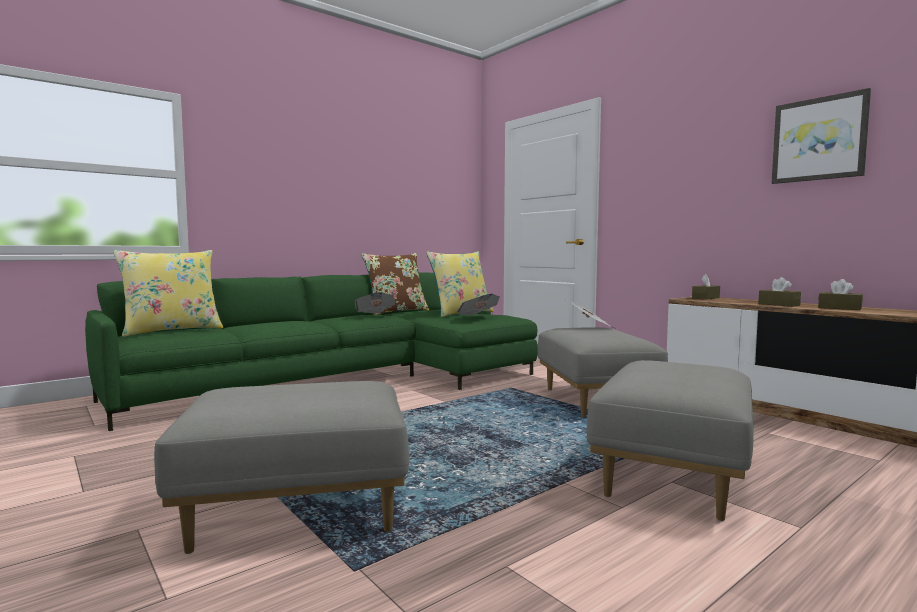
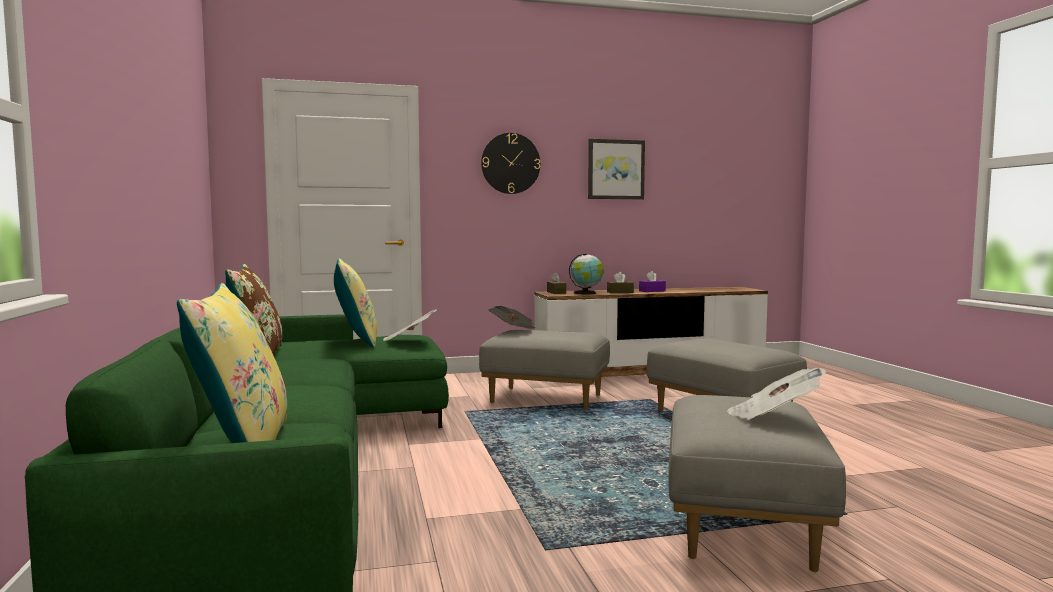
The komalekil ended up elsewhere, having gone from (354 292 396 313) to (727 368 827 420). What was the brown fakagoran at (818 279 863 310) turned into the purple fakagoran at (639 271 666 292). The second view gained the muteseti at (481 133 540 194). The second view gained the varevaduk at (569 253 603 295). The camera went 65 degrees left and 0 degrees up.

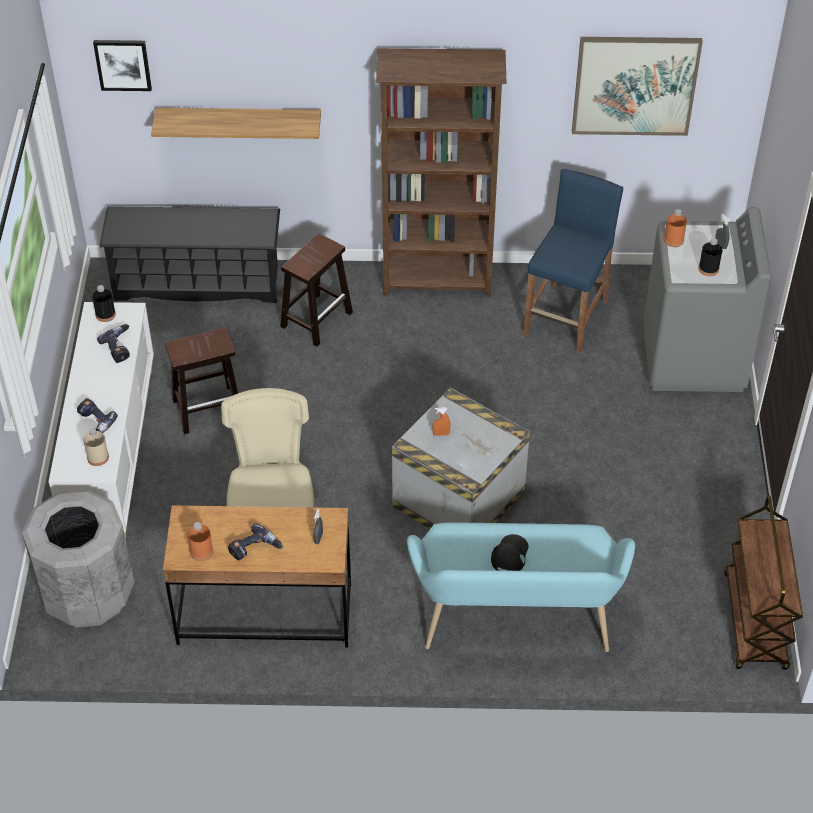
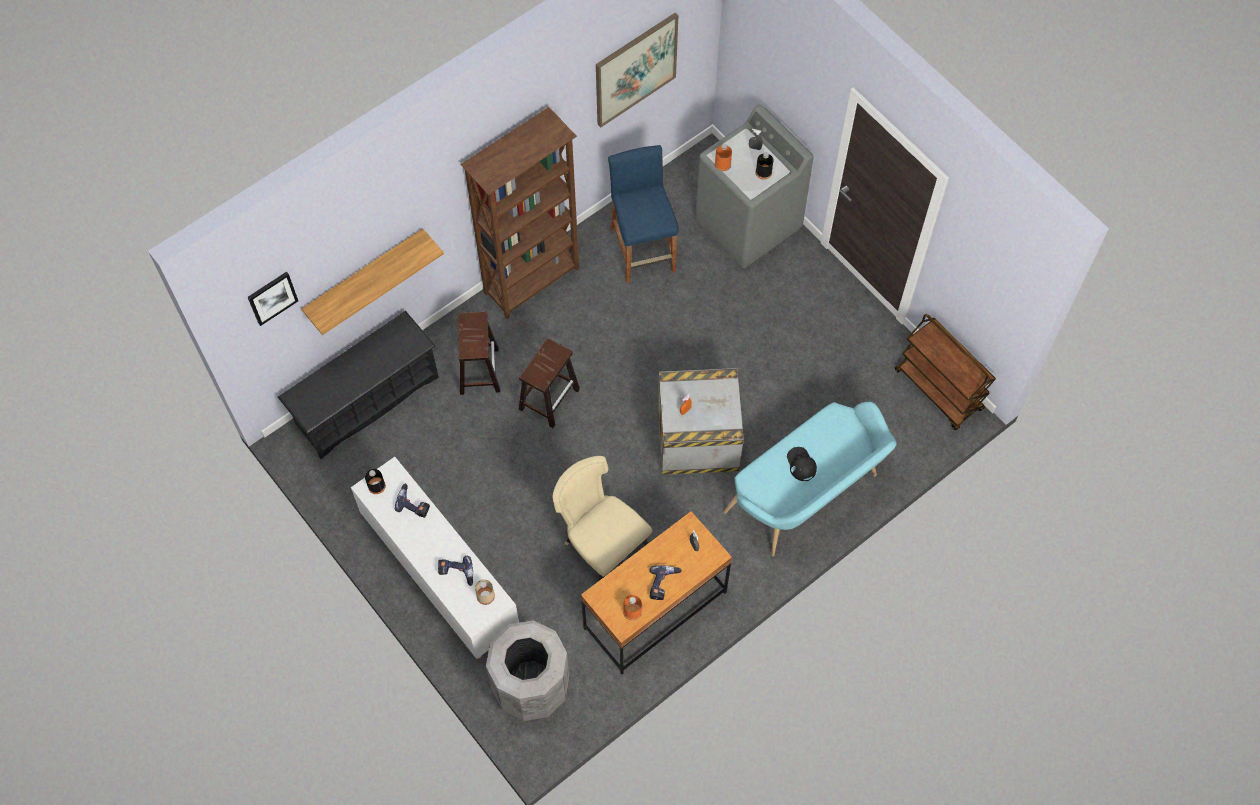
The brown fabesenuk ended up elsewhere, having gone from (165 327 238 434) to (519 338 580 428). The camera went 40 degrees left and 15 degrees up.

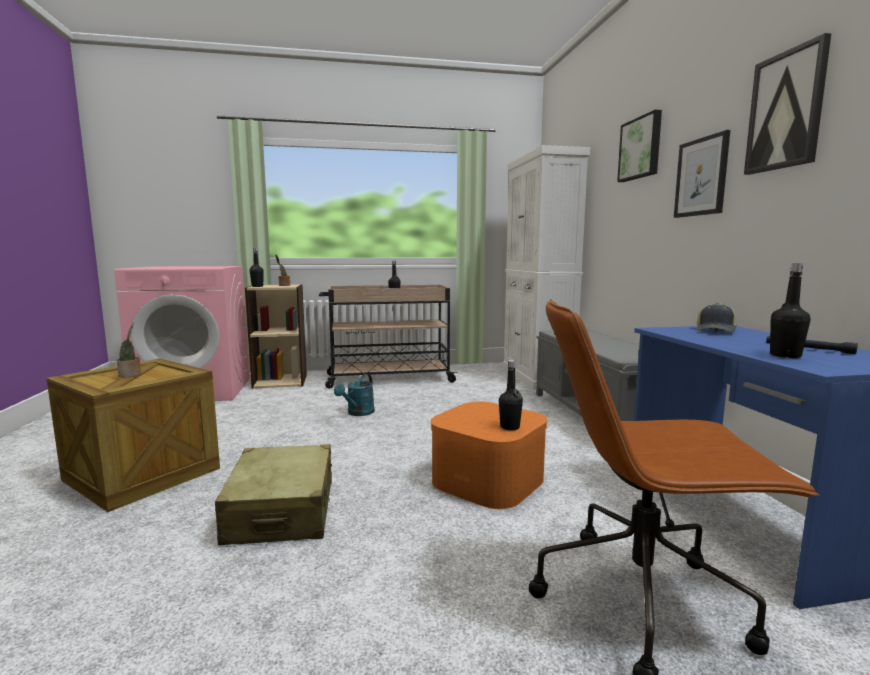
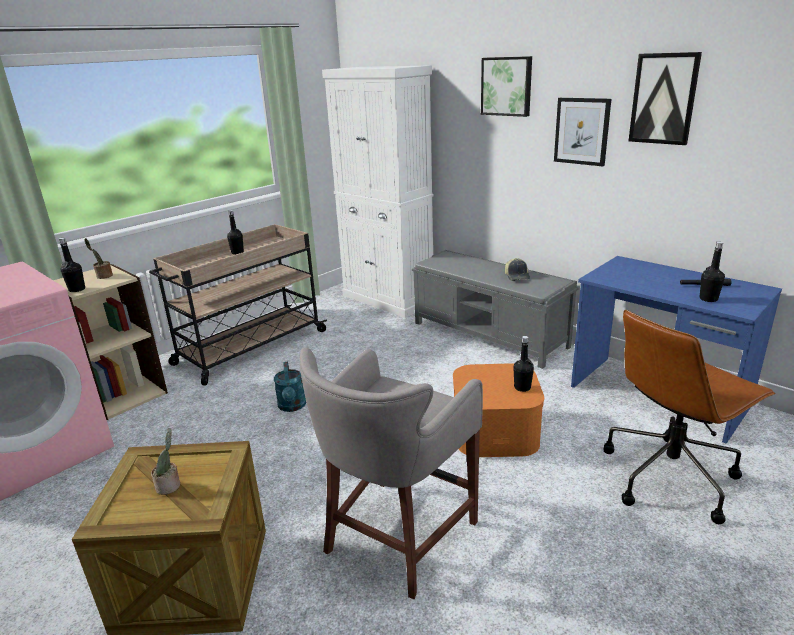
Where the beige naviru stood at (215 445 332 545), the grey fabesenuk came to stand at (300 348 483 599). The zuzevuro ended up elsewhere, having gone from (697 303 737 332) to (505 258 530 281). The camera went 35 degrees left and 15 degrees up.

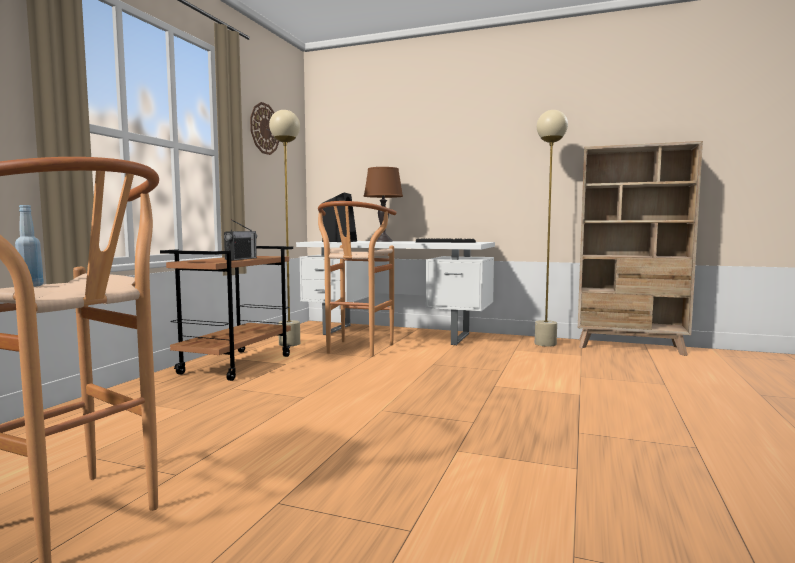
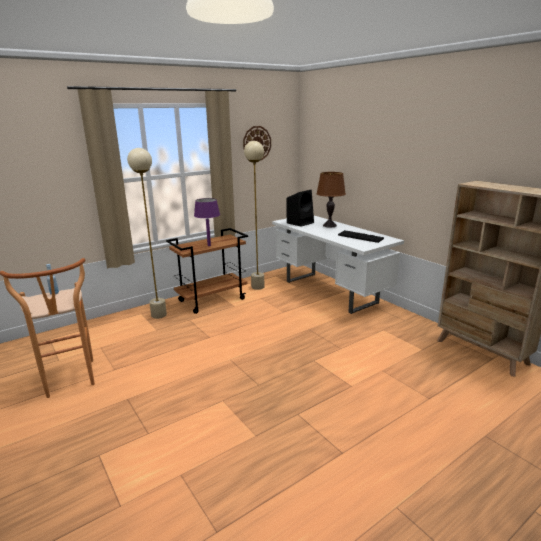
Where the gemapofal stood at (224 219 257 260), the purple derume came to stand at (194 198 220 246). The second view lost the brown fabesenuk at (318 201 397 357). The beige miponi ended up elsewhere, having gone from (535 110 568 347) to (127 148 167 319). The camera went 35 degrees right and 15 degrees up.

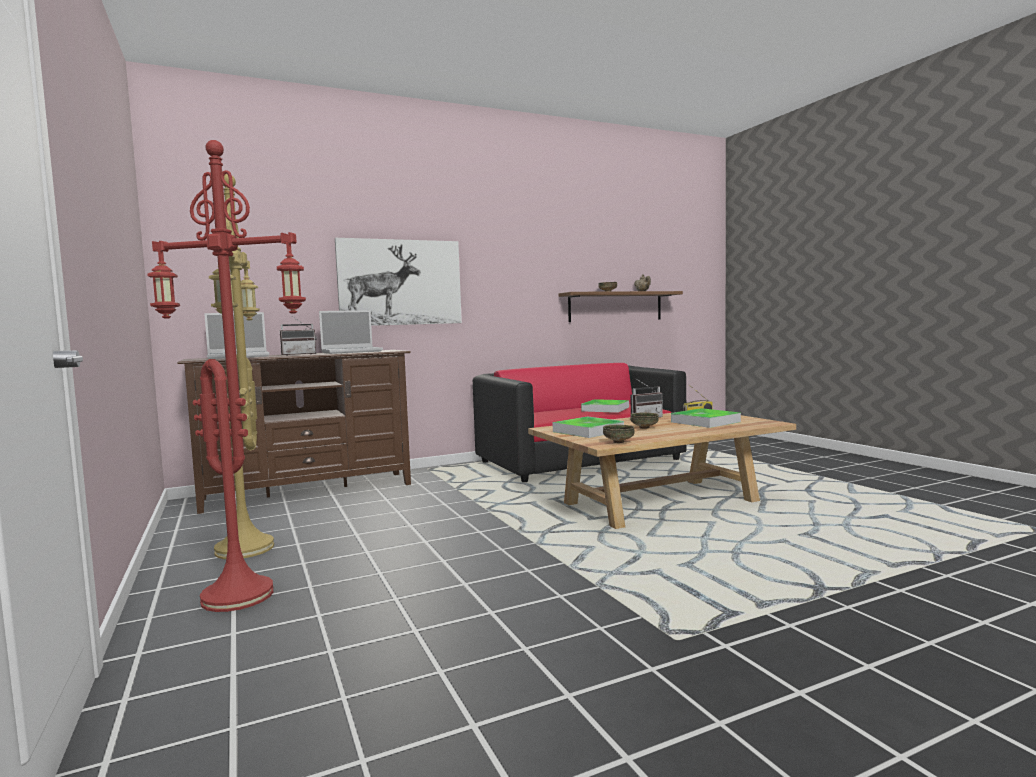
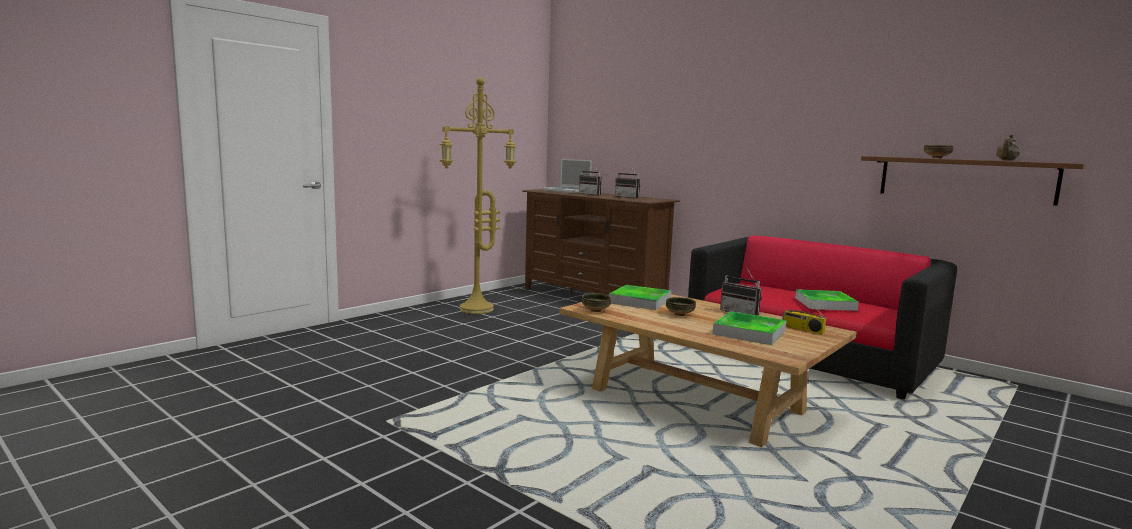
The second view lost the red miponi at (147 140 306 612). Where the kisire stood at (319 310 383 354), the gemapofal came to stand at (615 169 640 199). The second view lost the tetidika at (335 238 462 326). The camera went 65 degrees right and 5 degrees up.

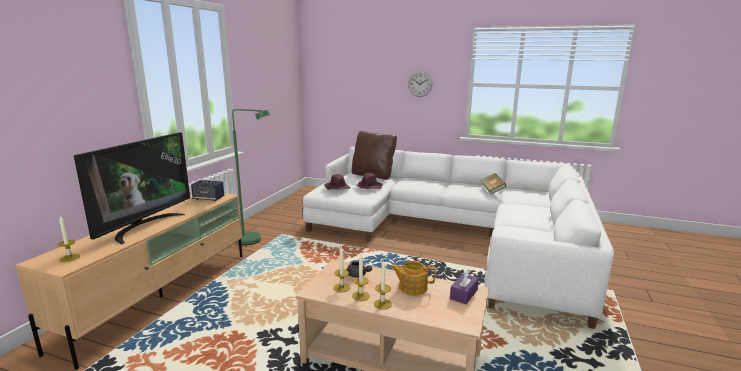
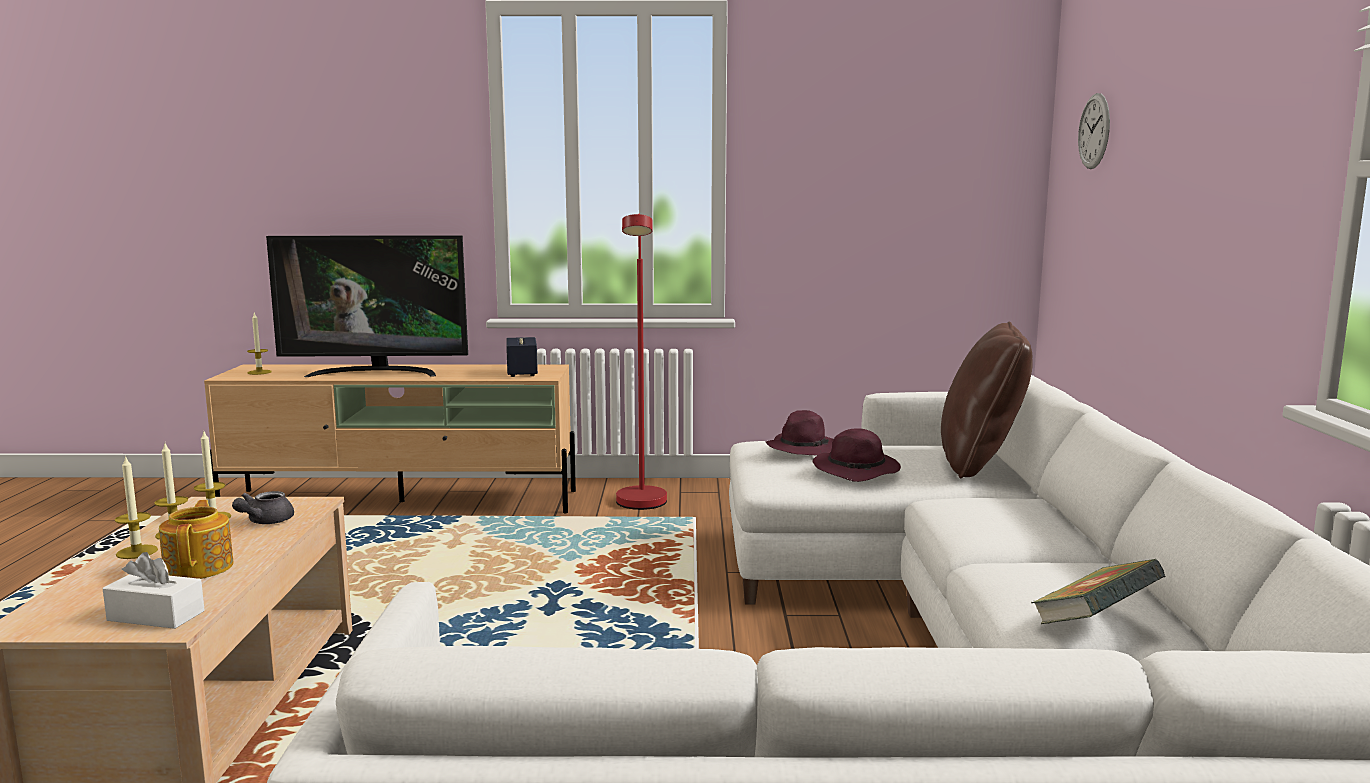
What was the green miponi at (232 109 270 245) turned into the red miponi at (616 214 667 510). The muteseti ended up elsewhere, having gone from (408 71 433 97) to (1078 93 1110 169). What was the purple fakagoran at (450 270 479 304) turned into the white fakagoran at (102 552 205 629). The camera went 70 degrees right and 5 degrees down.

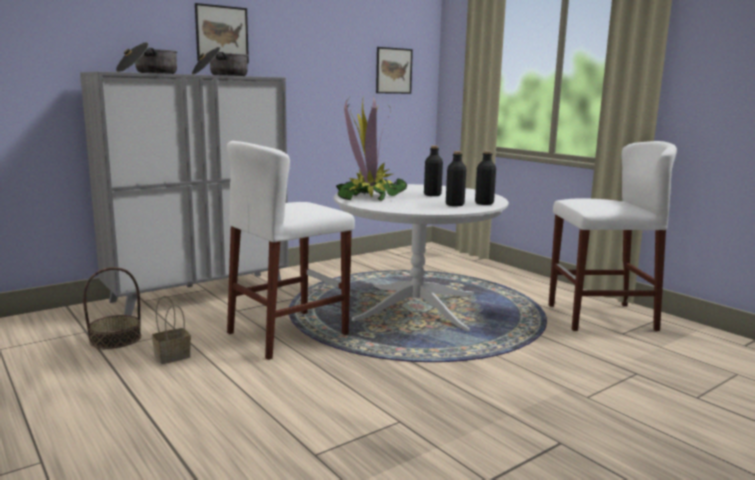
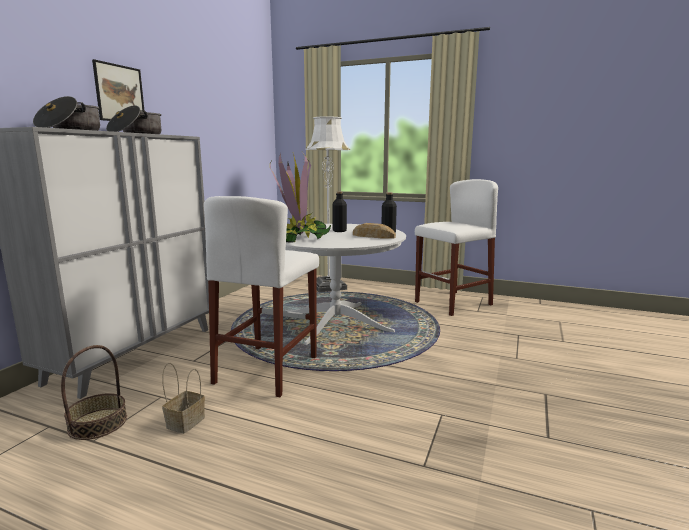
The second view lost the tetidika at (376 47 413 94). Where the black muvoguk stood at (446 151 466 206), the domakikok came to stand at (353 223 396 239). The second view gained the white miponi at (306 116 350 292). The camera went 30 degrees left and 0 degrees up.

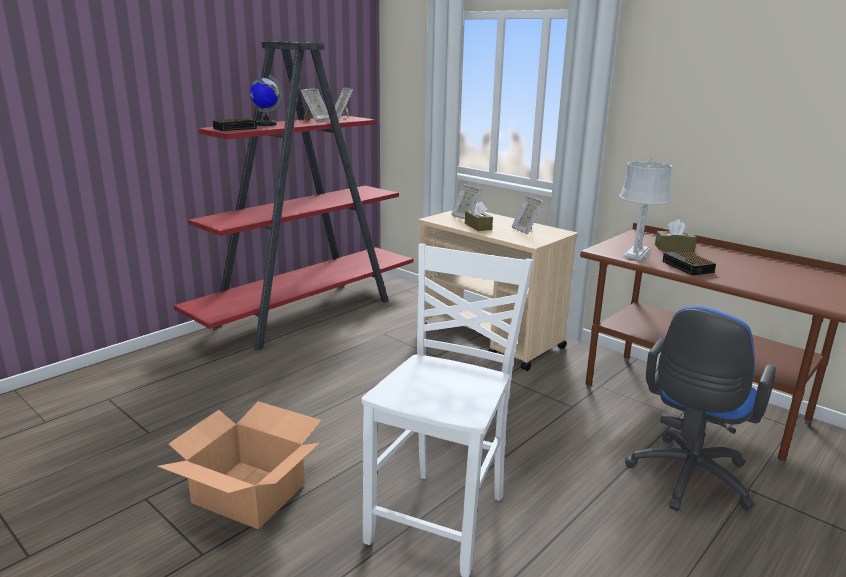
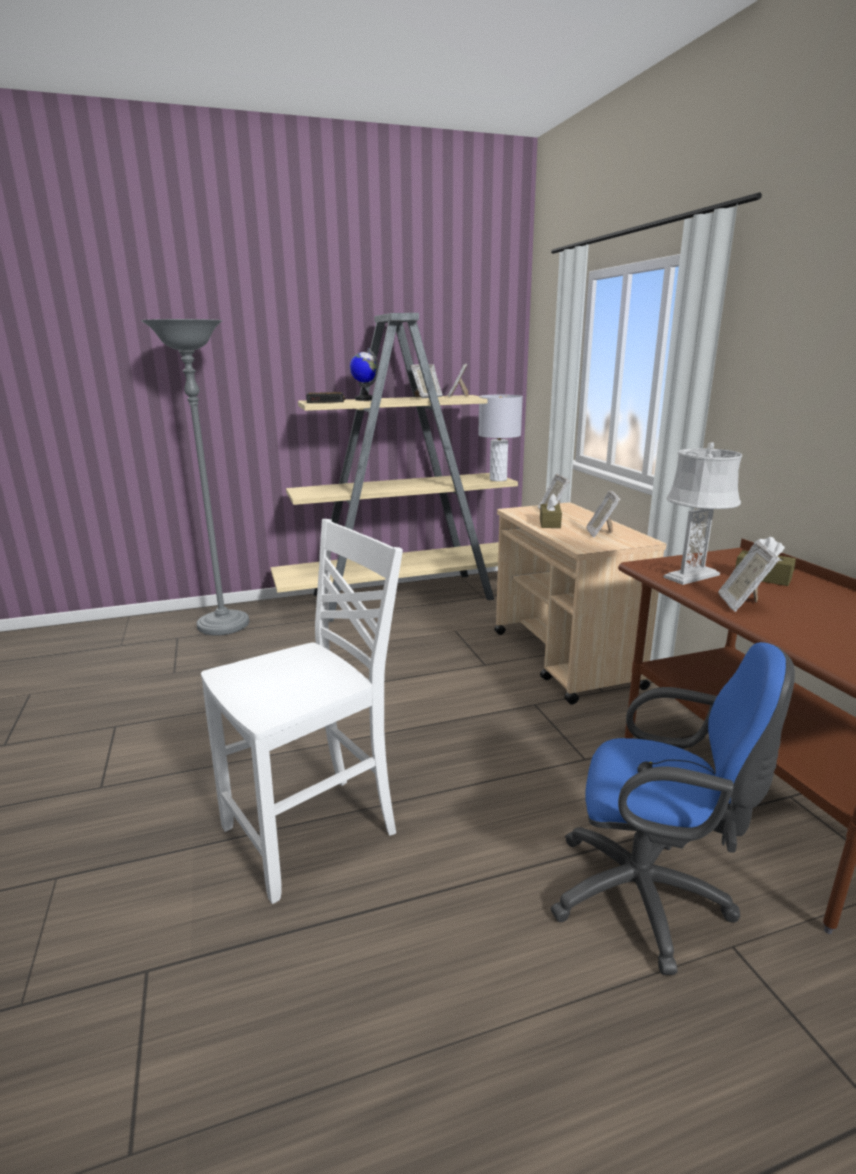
The second view lost the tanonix at (157 401 322 529). What was the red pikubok at (174 42 413 350) turned into the beige pikubok at (270 313 518 622). The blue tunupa at (625 306 776 511) ended up facing another way, 135 degrees counterclockwise from before. Where the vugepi stood at (662 251 716 275), the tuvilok came to stand at (718 542 780 612). The second view gained the grey miponi at (141 319 249 636). The second view gained the grey derume at (478 395 523 481). The camera went 30 degrees right and 0 degrees up.

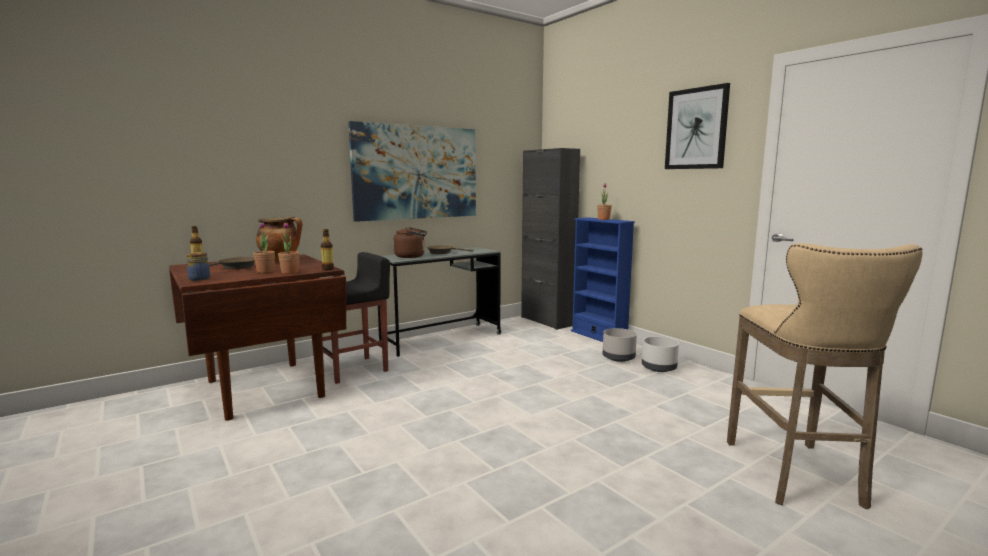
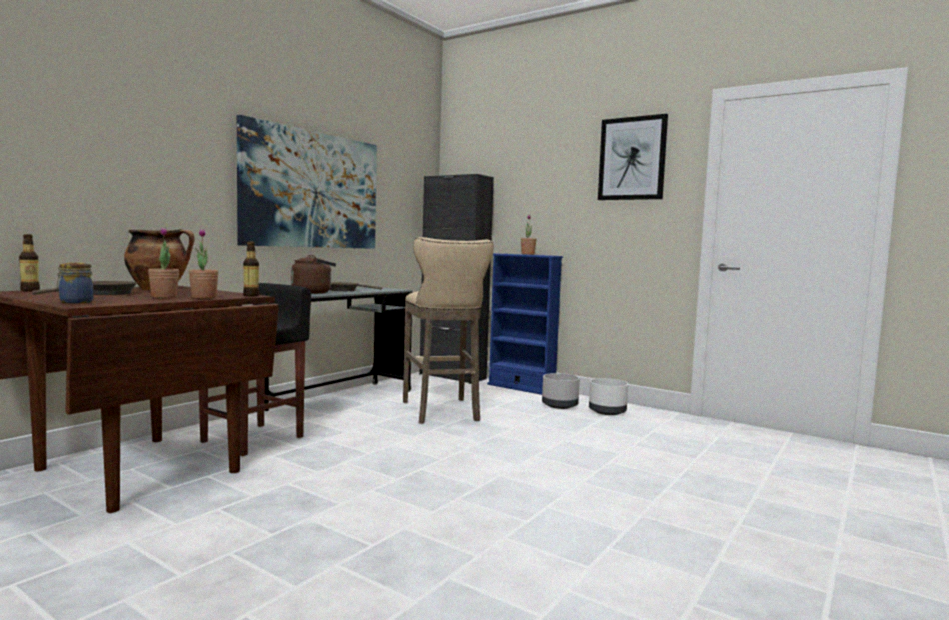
The beige fabesenuk ended up elsewhere, having gone from (727 243 922 509) to (403 237 494 424). The camera went 20 degrees left and 5 degrees down.

